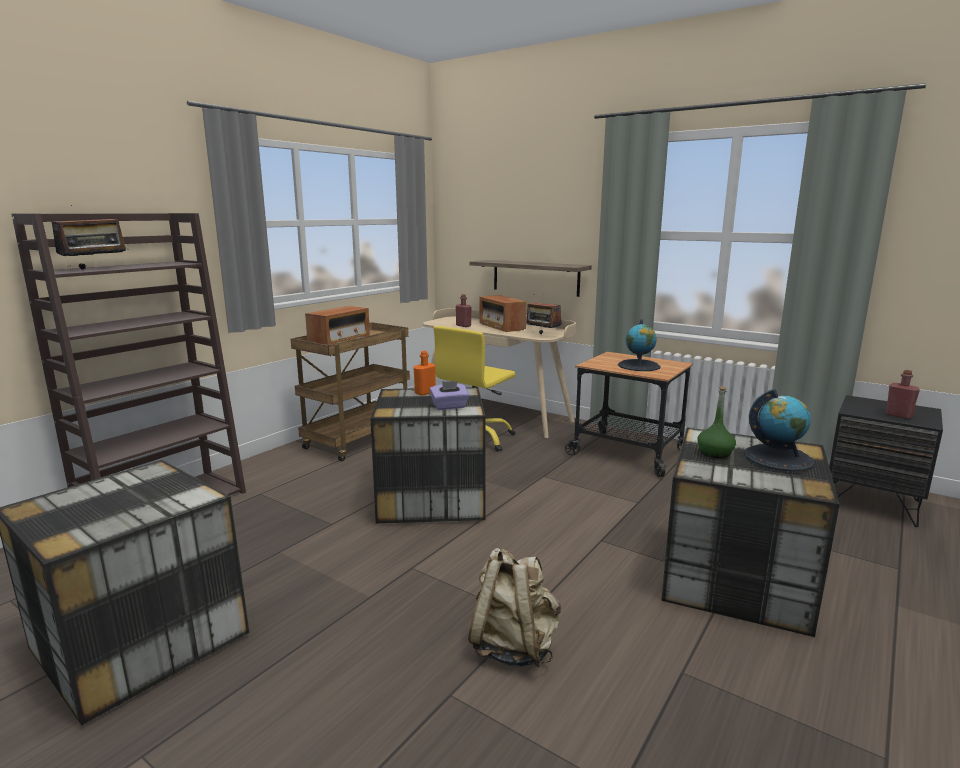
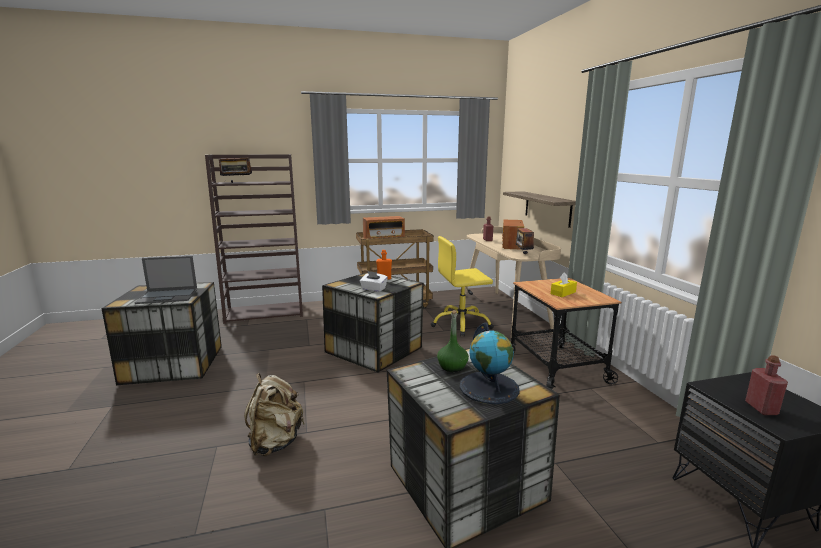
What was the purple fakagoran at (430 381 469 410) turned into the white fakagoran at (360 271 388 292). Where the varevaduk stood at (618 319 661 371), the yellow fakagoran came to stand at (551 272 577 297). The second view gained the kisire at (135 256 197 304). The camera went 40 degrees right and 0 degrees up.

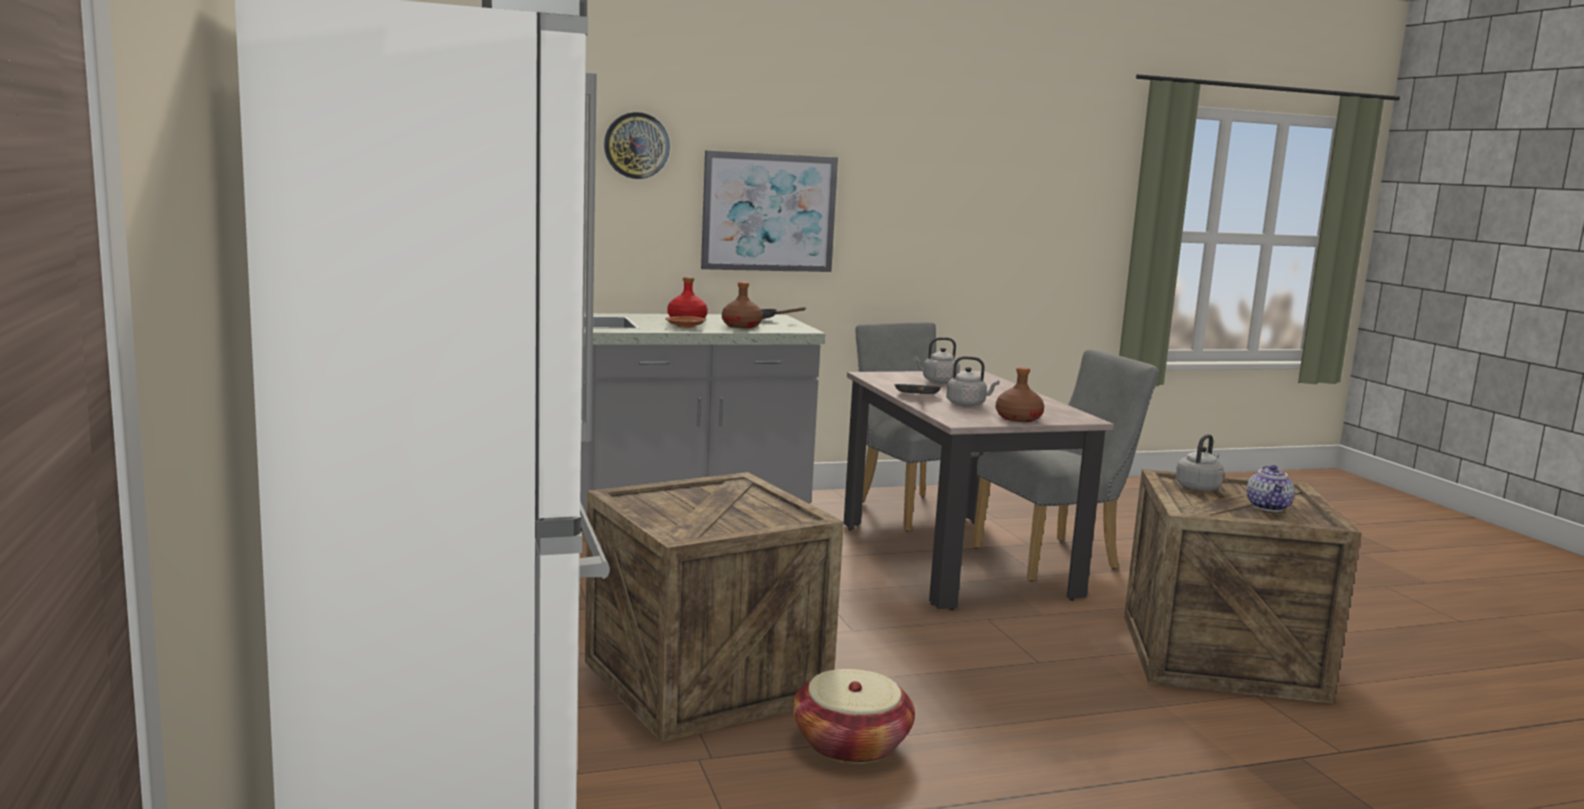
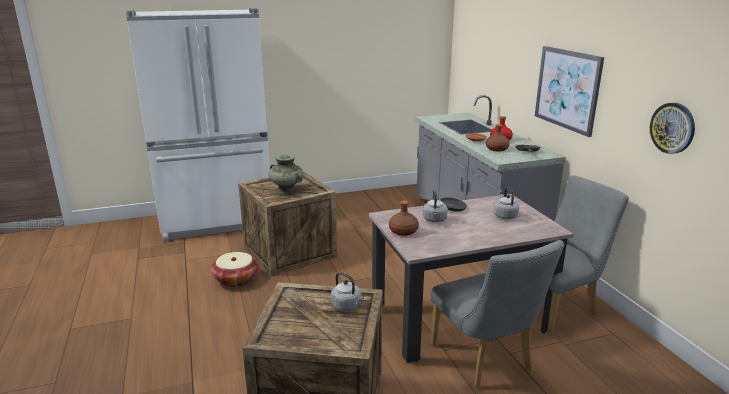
The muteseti ended up elsewhere, having gone from (604 112 670 179) to (650 103 695 154). The second view lost the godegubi at (1246 465 1295 512). The second view gained the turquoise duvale at (268 154 303 195). The camera went 90 degrees right and 10 degrees up.

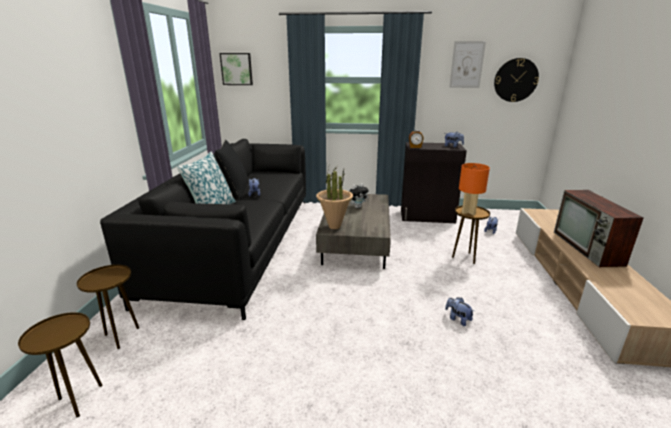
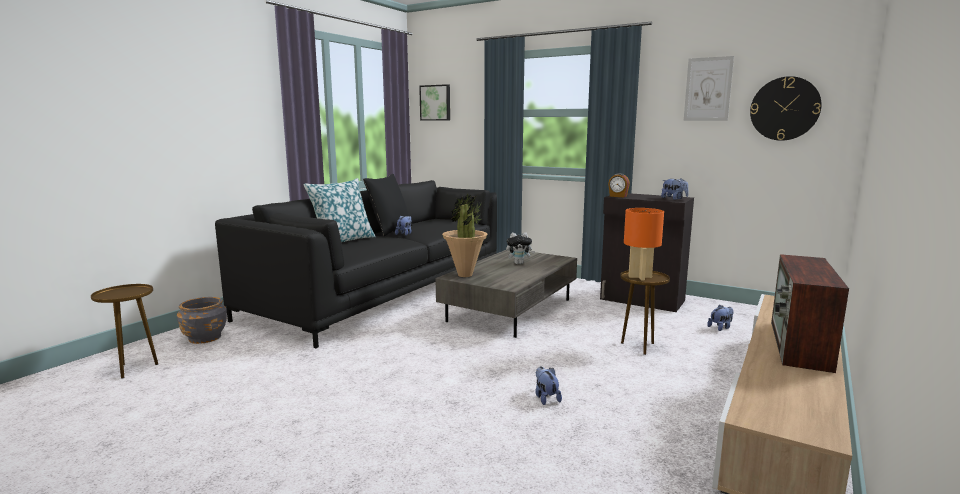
Where the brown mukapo stood at (77 265 139 349), the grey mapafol came to stand at (177 297 227 344). The camera went 25 degrees right and 10 degrees down.

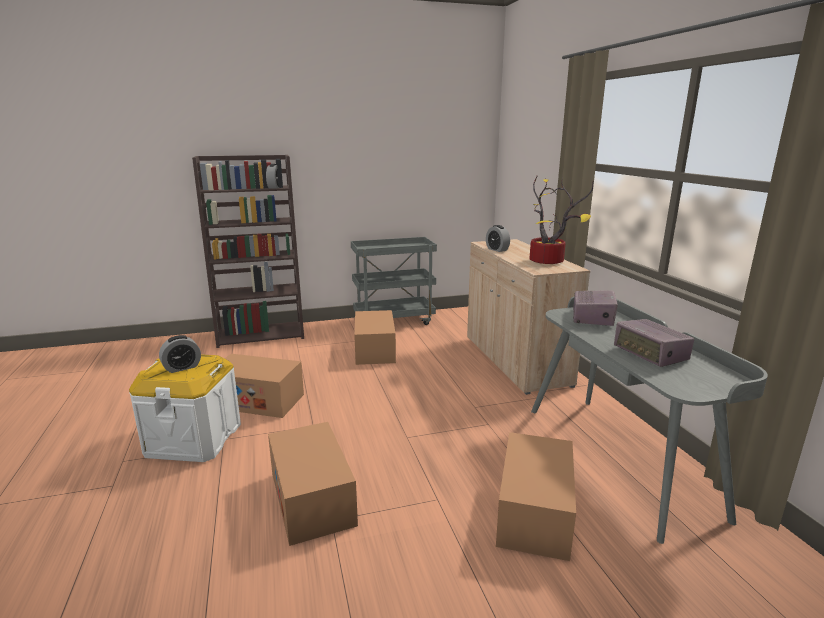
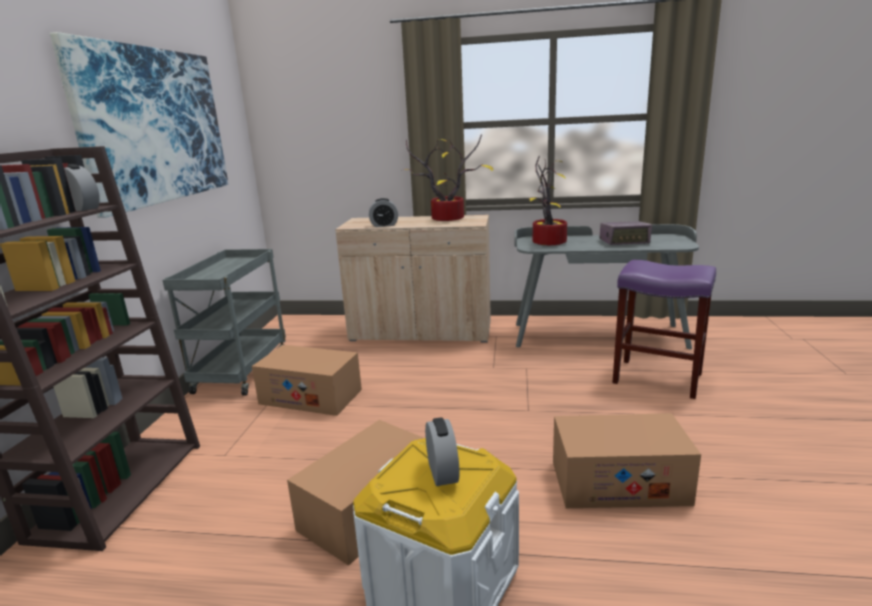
Where the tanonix stood at (496 432 576 561), the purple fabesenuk came to stand at (612 260 716 399). Where the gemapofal stood at (573 291 618 326), the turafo came to stand at (529 156 567 245). The second view gained the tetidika at (50 32 228 218). The camera went 65 degrees left and 0 degrees up.

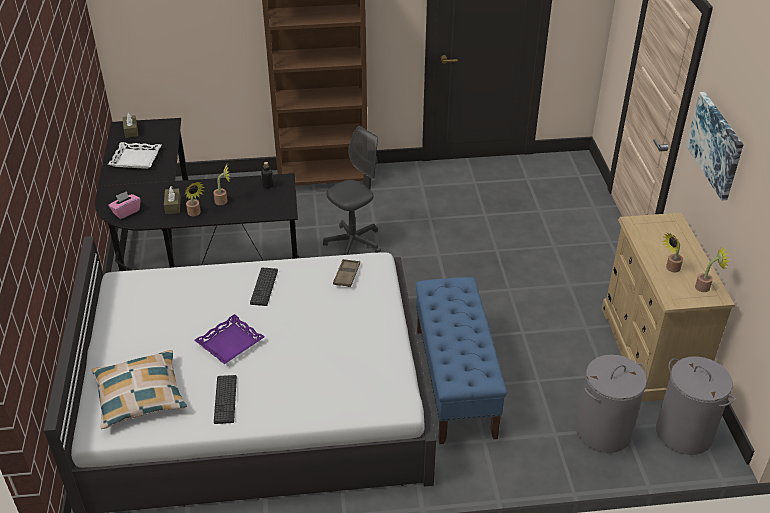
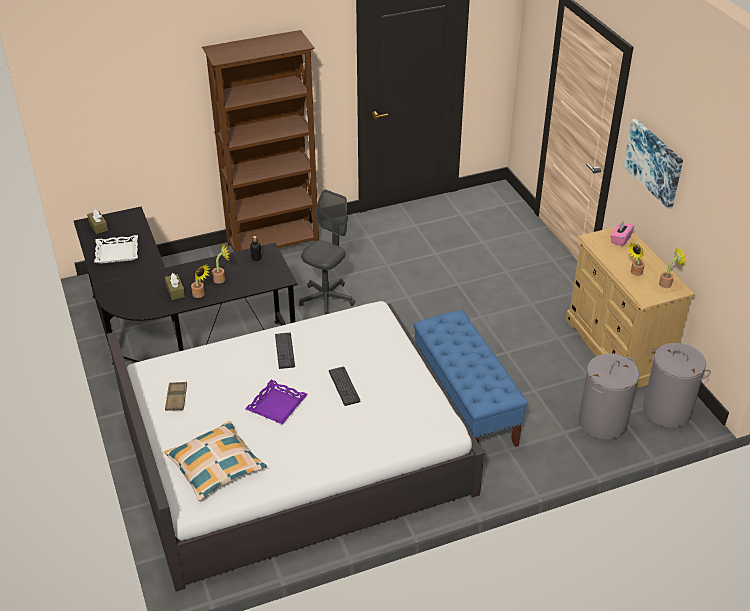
The pink fakagoran ended up elsewhere, having gone from (108 191 141 219) to (610 221 634 246). The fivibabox ended up elsewhere, having gone from (214 375 237 424) to (329 367 360 406). The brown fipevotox ended up elsewhere, having gone from (333 259 360 287) to (165 381 187 411). The camera went 15 degrees left and 0 degrees up.

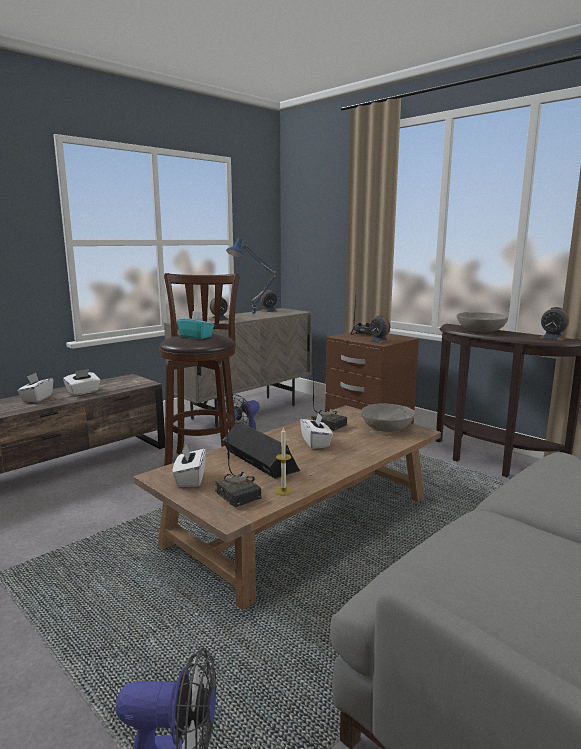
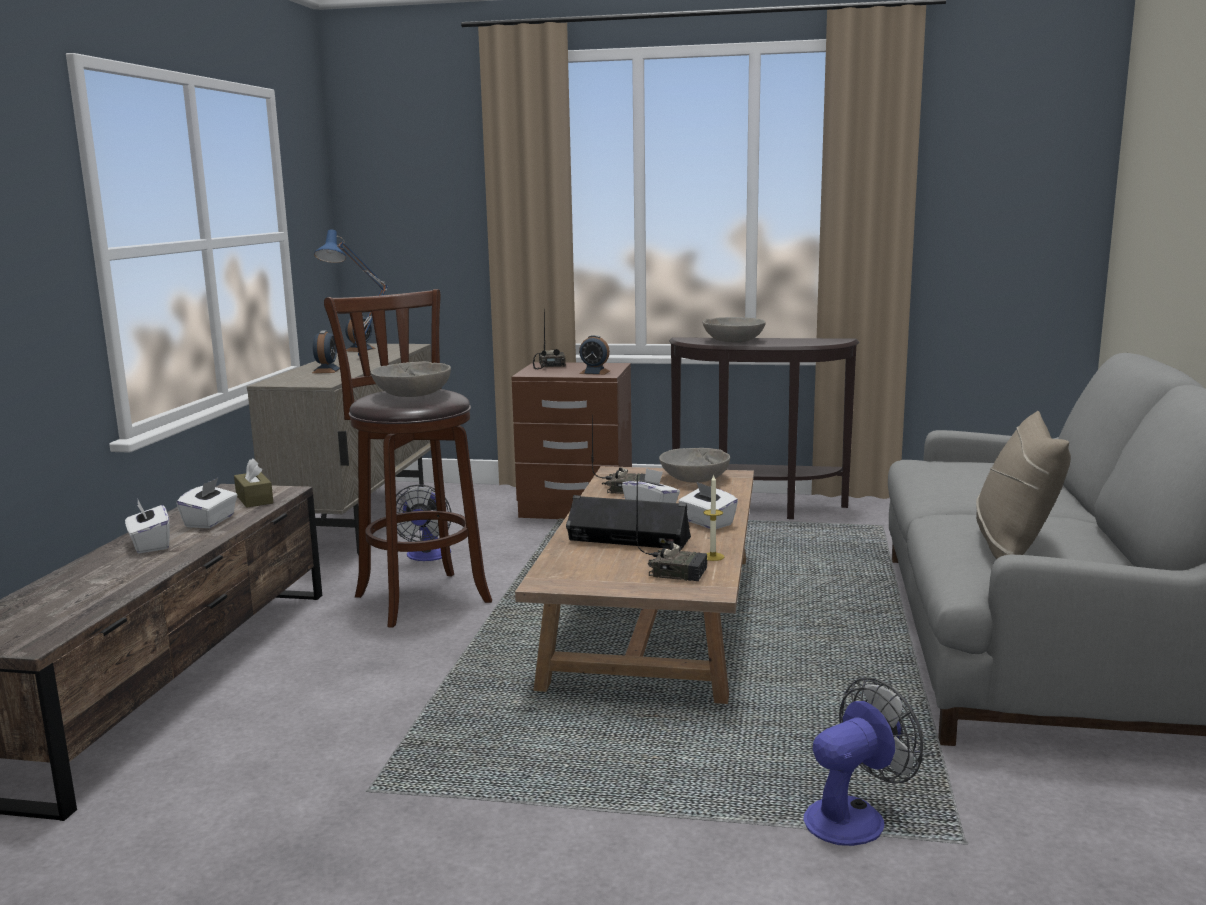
The white fakagoran ended up elsewhere, having gone from (173 444 206 487) to (679 482 738 529). Where the turquoise fakagoran stood at (177 311 214 339), the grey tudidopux came to stand at (371 361 451 397). The second view lost the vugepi at (539 307 569 341). The second view gained the brown fakagoran at (234 458 273 508). The second view gained the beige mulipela at (976 411 1071 559). The camera went 35 degrees left and 0 degrees up.

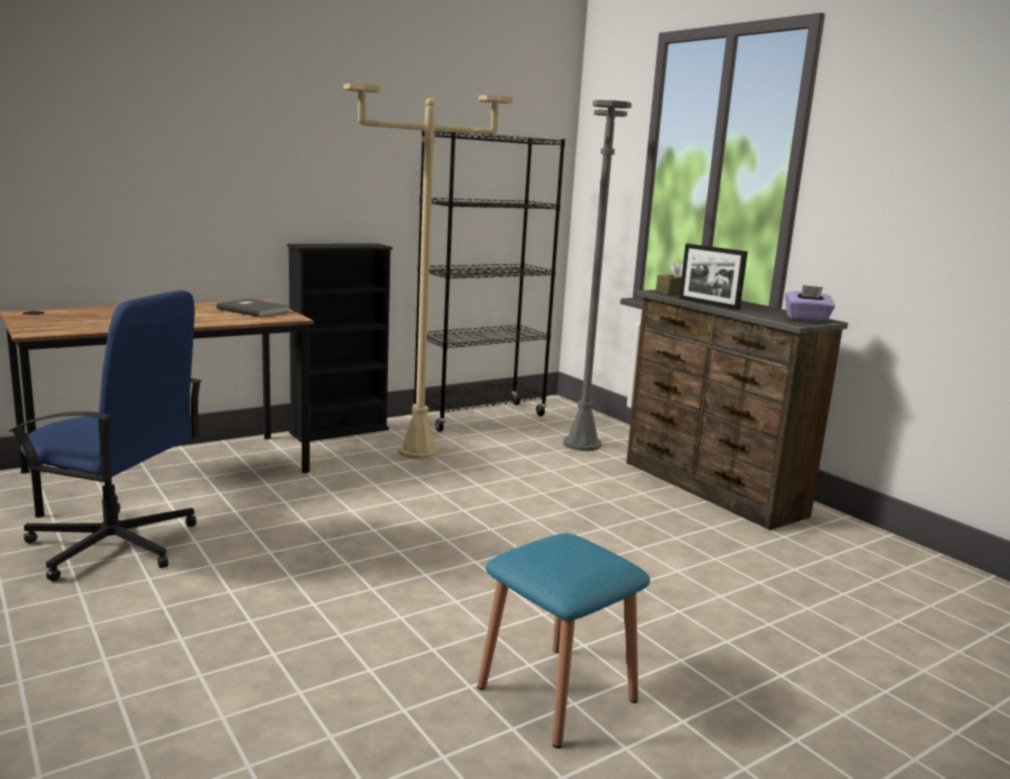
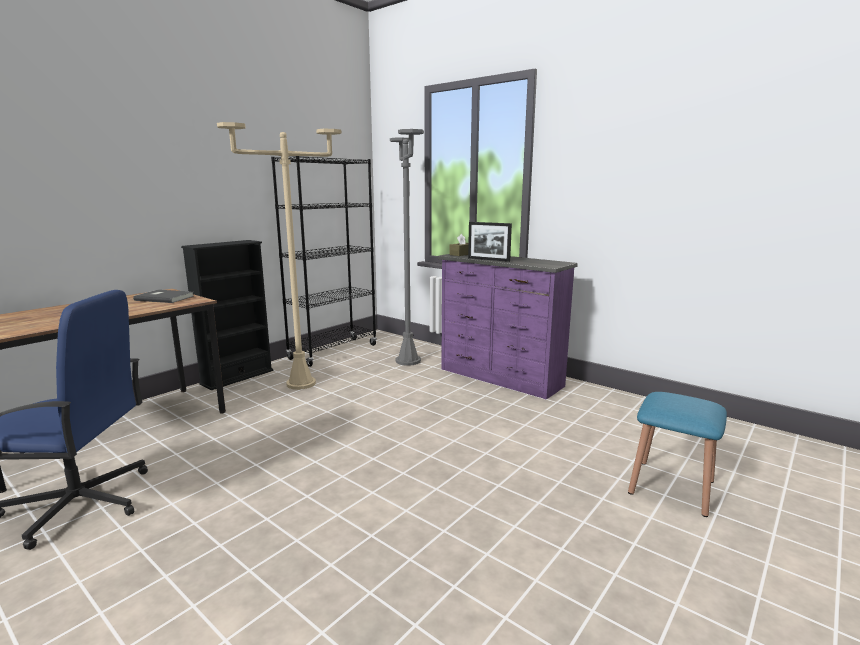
The blue fabesenuk ended up elsewhere, having gone from (477 533 650 748) to (628 392 727 517). What was the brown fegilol at (626 290 848 530) turned into the purple fegilol at (438 254 578 400). The second view lost the purple fakagoran at (785 285 835 322). The camera went 15 degrees left and 0 degrees up.

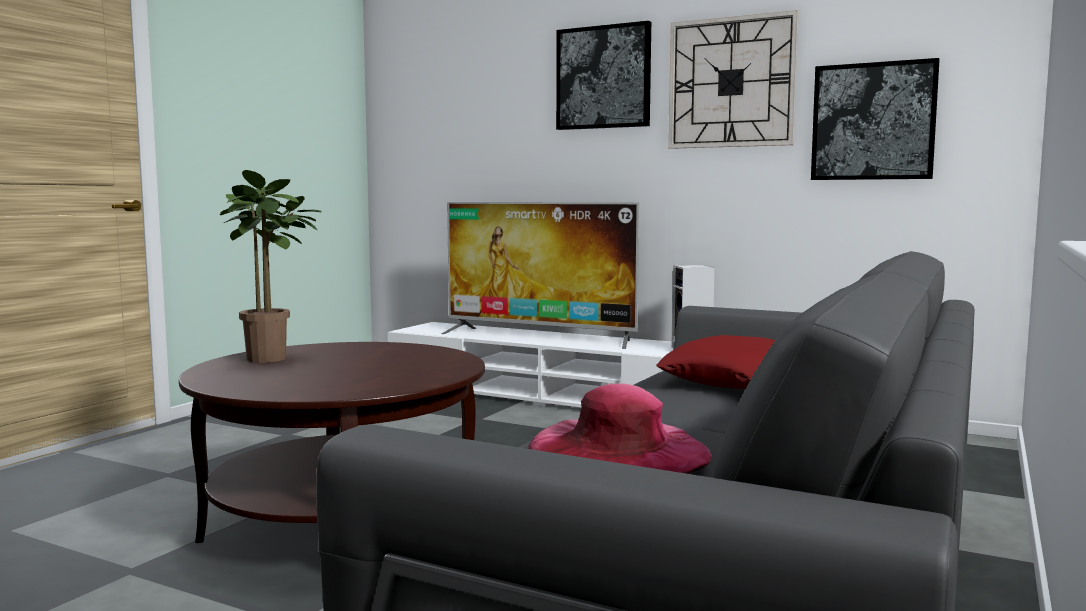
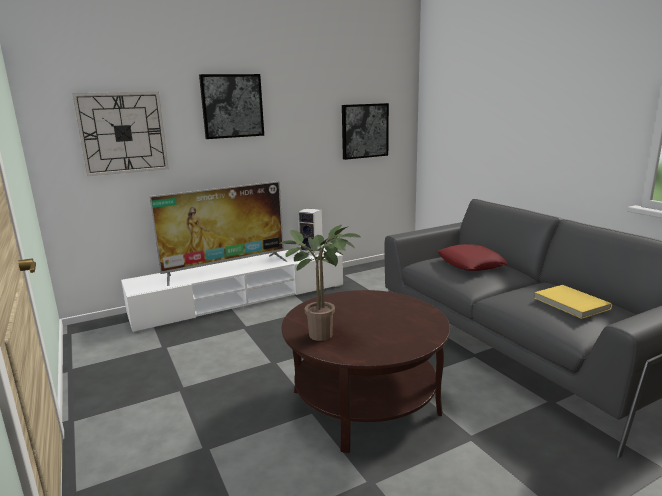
Where the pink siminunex stood at (528 383 712 474), the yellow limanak came to stand at (535 285 612 319). The muteseti ended up elsewhere, having gone from (668 10 799 149) to (72 92 169 176). The camera went 55 degrees left and 10 degrees up.

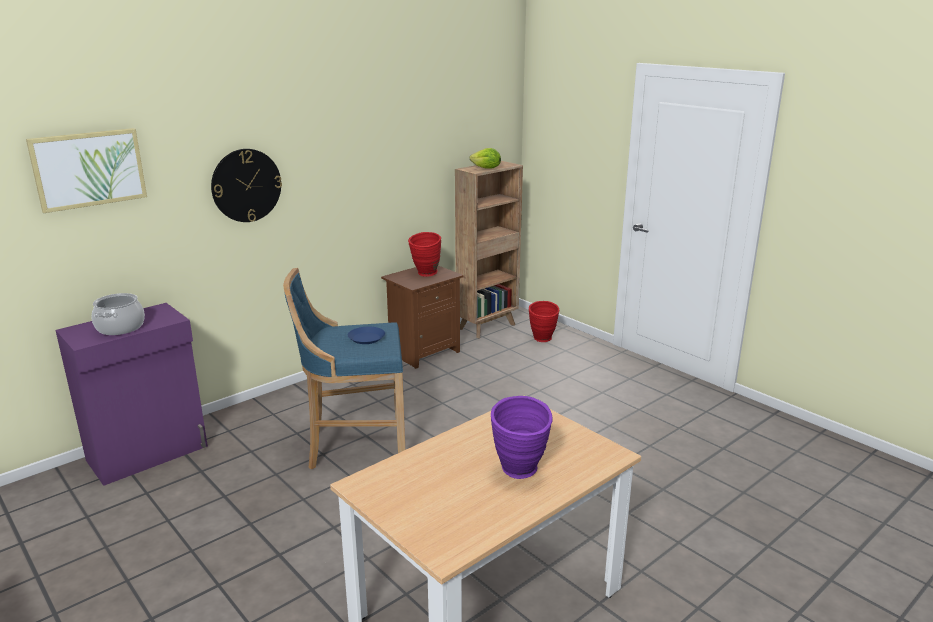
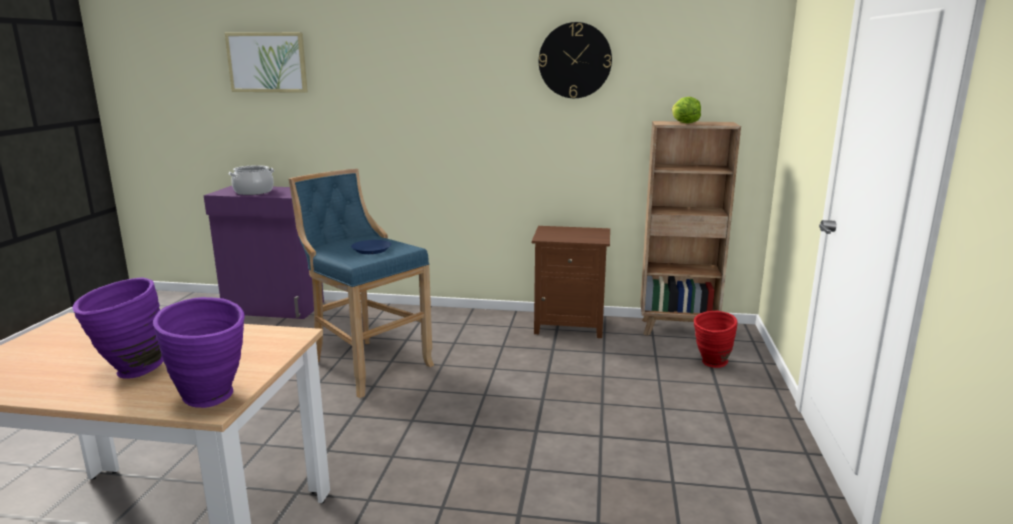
The muteseti ended up elsewhere, having gone from (211 149 282 222) to (539 22 612 98). The second view lost the red duvale at (408 232 441 277). The second view gained the purple duvale at (153 297 245 408). The camera went 50 degrees right and 5 degrees down.

